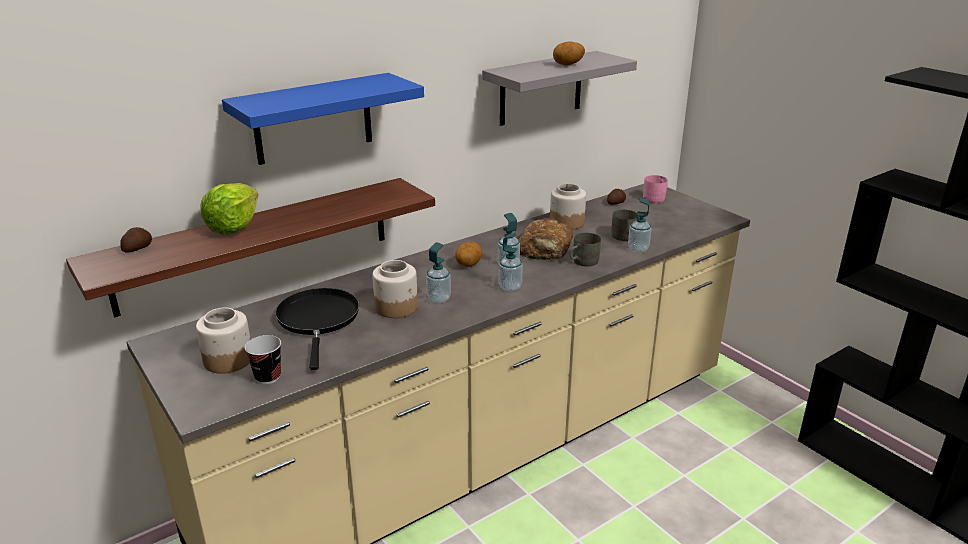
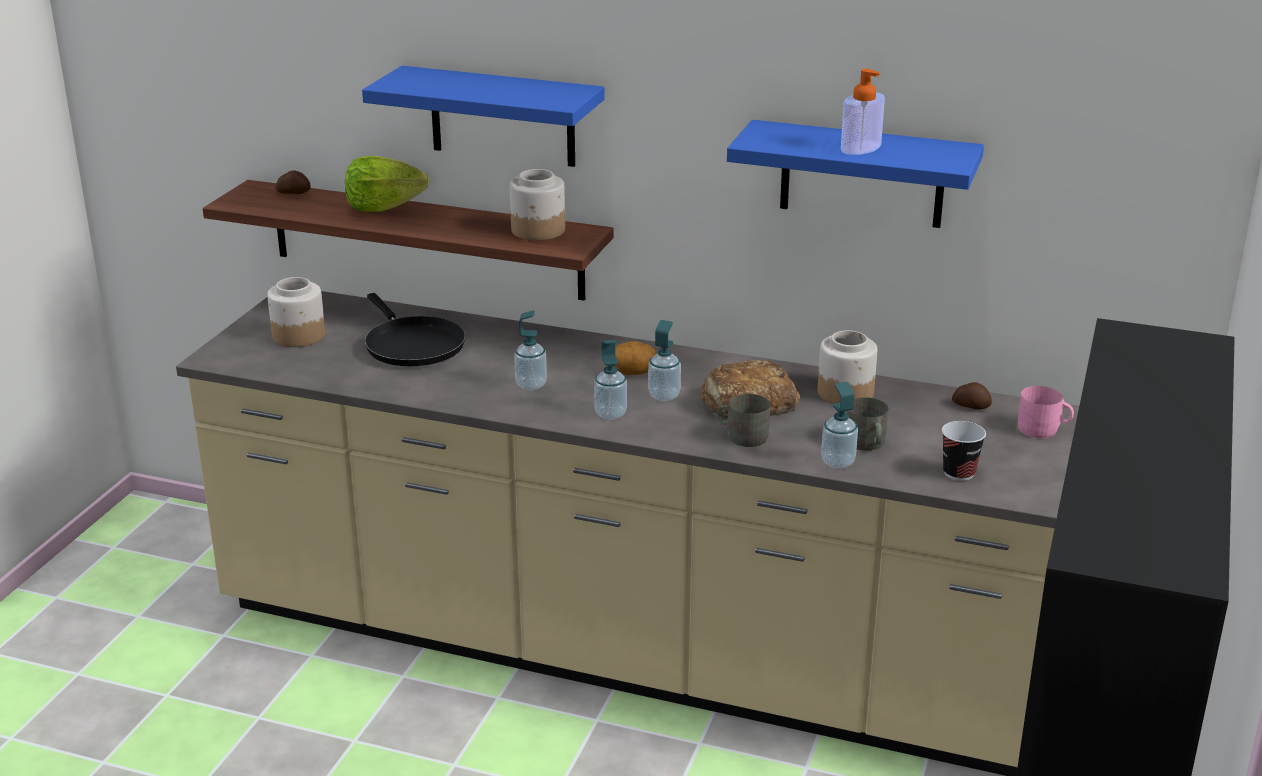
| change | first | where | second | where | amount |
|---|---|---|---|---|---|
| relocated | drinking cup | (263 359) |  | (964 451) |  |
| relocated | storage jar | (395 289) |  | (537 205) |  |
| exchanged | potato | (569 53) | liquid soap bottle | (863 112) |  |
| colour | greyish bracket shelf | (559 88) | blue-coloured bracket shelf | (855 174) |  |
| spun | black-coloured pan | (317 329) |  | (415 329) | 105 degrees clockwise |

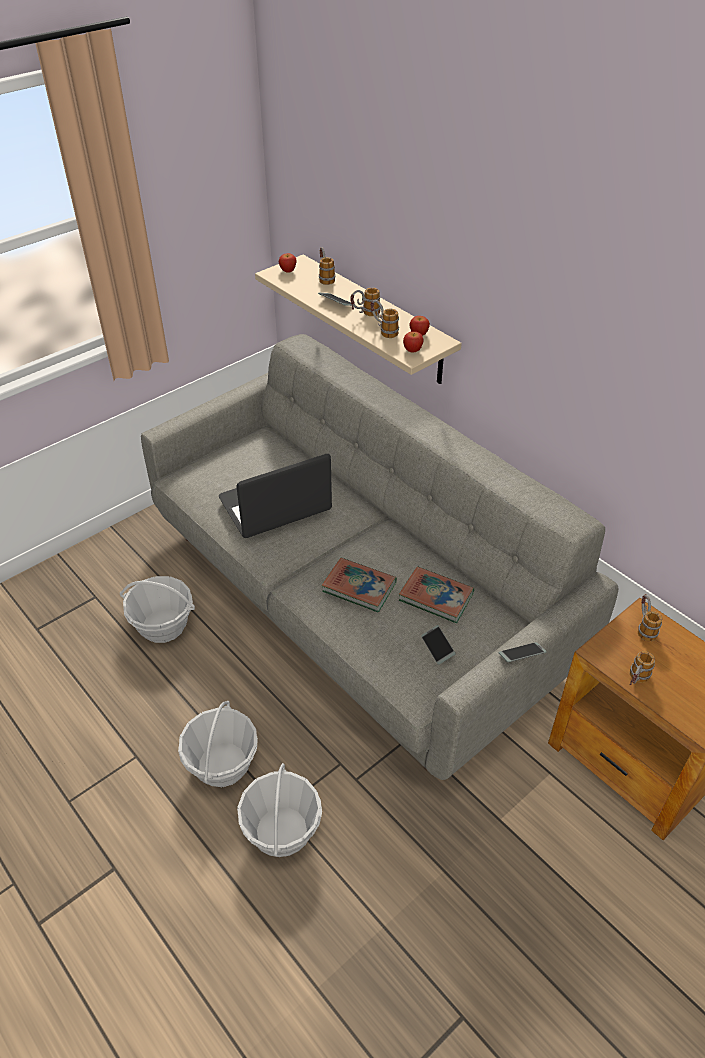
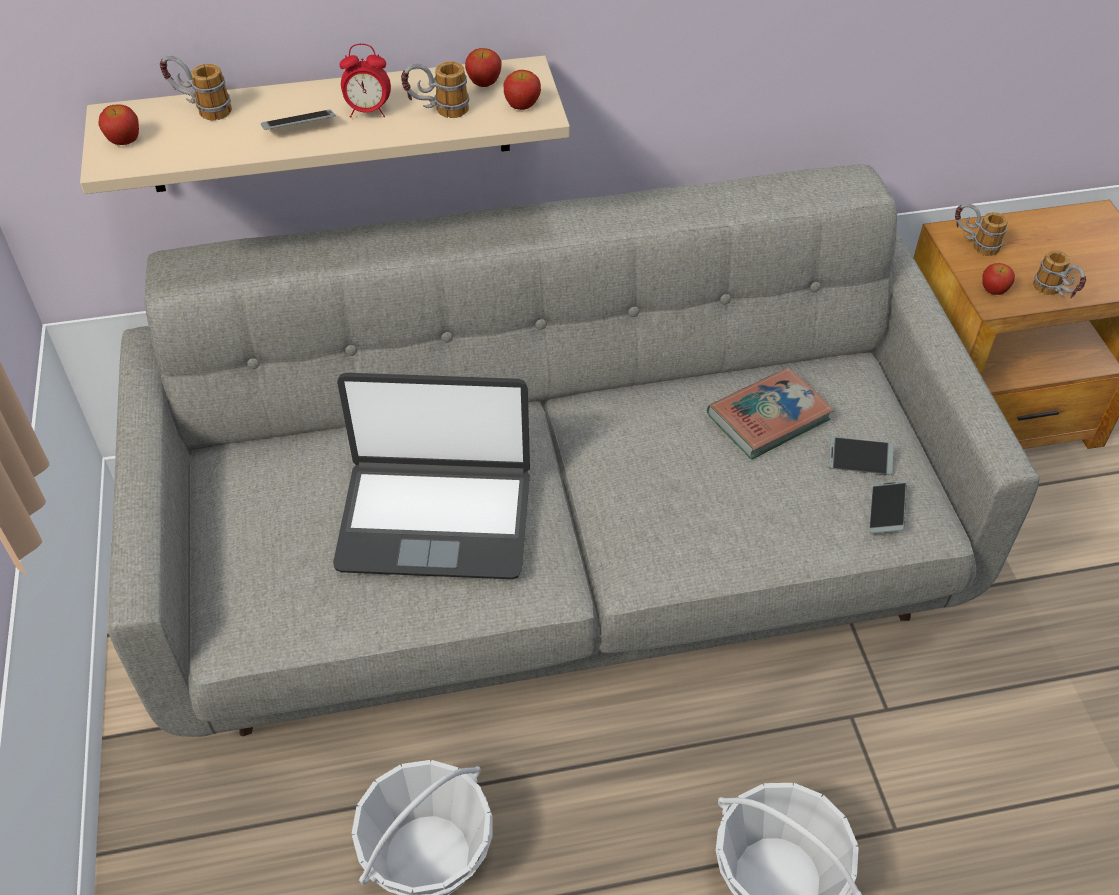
| change | first | where | second | where | amount |
|---|---|---|---|---|---|
| missing | basket | (279 810) |  |  |  |
| missing | volume | (359 585) |  |  |  |
| appeared |  |  | apple fruit | (998 279) |  |
| relocated | phone | (522 652) |  | (888 507) |  |
| exchanged | coffee mug | (365 302) | table clock | (365 81) |  |
| spun | notebook computer | (275 496) |  | (431 476) | 90 degrees counterclockwise |

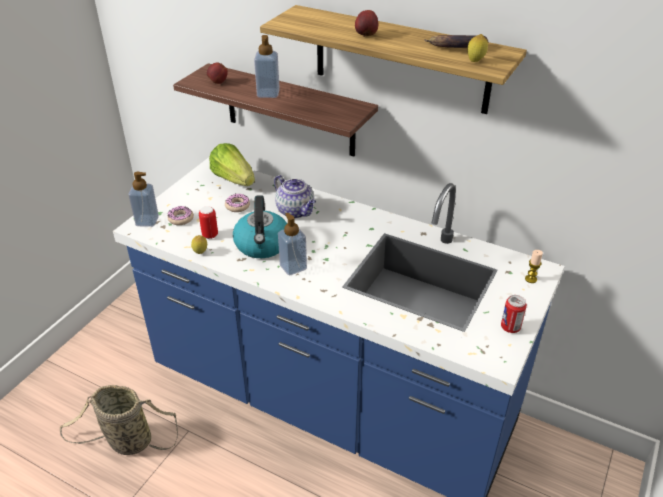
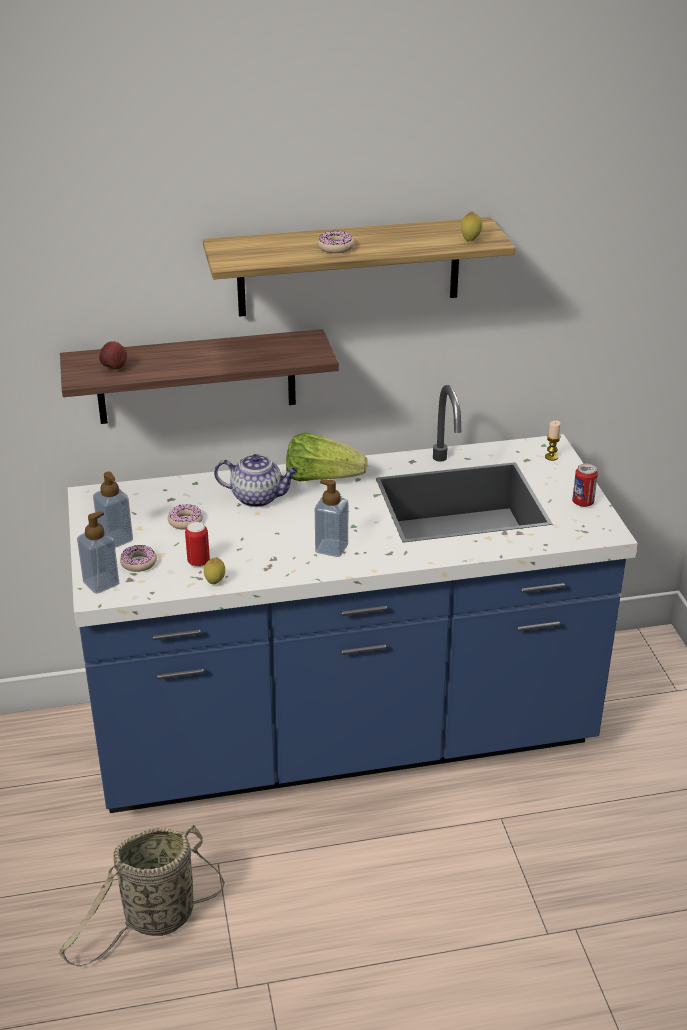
| change | first | where | second | where | amount |
|---|---|---|---|---|---|
| missing | water kettle | (260 226) |  |  |  |
| missing | banana | (456 41) |  |  |  |
| relocated | lettuce head | (232 164) |  | (327 456) |  |
| relocated | liquid soap bottle | (267 66) |  | (113 510) |  |
| exchanged | apple fruit | (366 23) | doughnut | (336 242) |  |

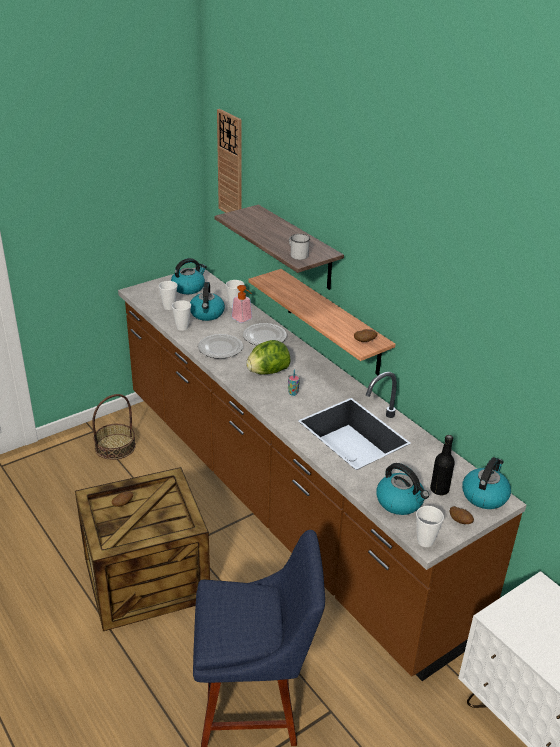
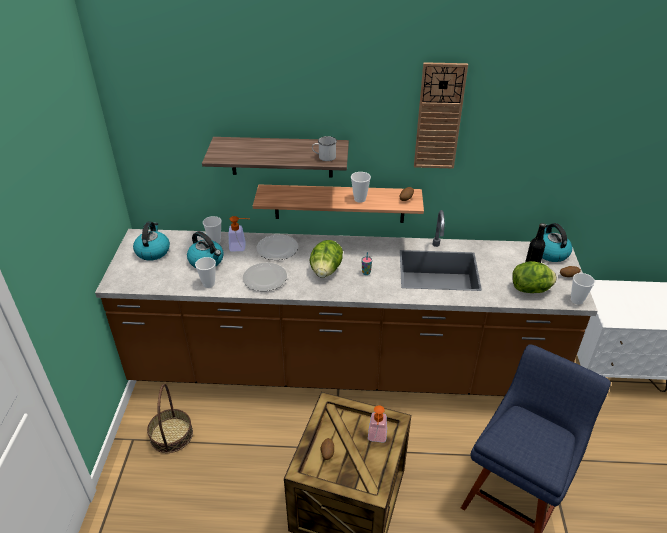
| change | first | where | second | where | amount |
|---|---|---|---|---|---|
| appeared |  |  | liquid soap bottle | (377 424) |  |
| relocated | drinking cup | (168 295) |  | (361 187) |  |
| relocated | clock on the wall | (229 161) |  | (441 115) |  |
| exchanged | water kettle | (402 489) | lettuce head | (534 277) |  |

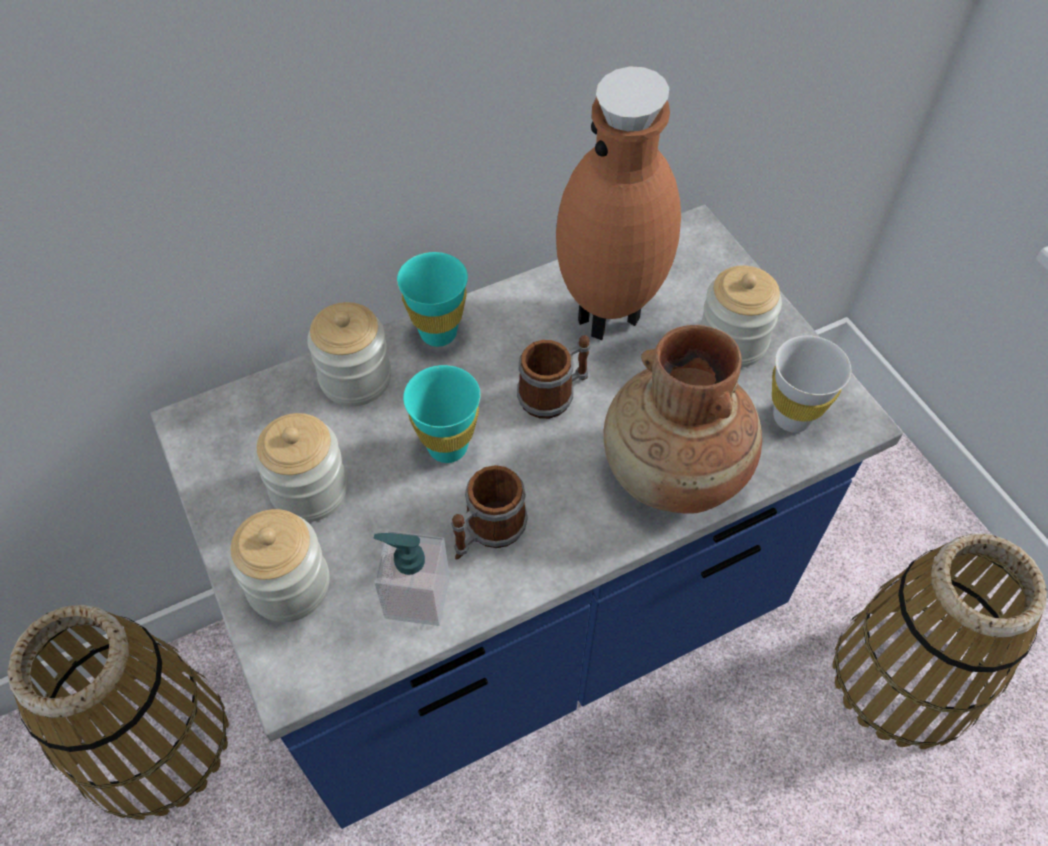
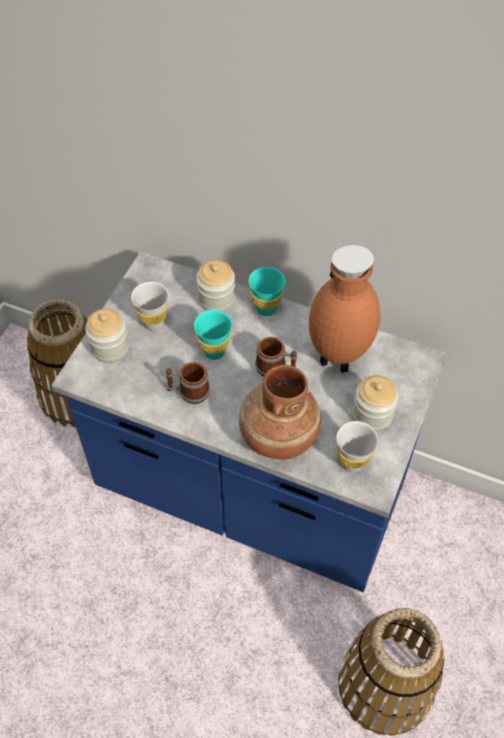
| change | first | where | second | where | amount |
|---|---|---|---|---|---|
| missing | liquid soap bottle | (411 578) |  |  |  |
| exchanged | storage jar | (301 467) | white-coloured drinking cup | (150 306) |  |

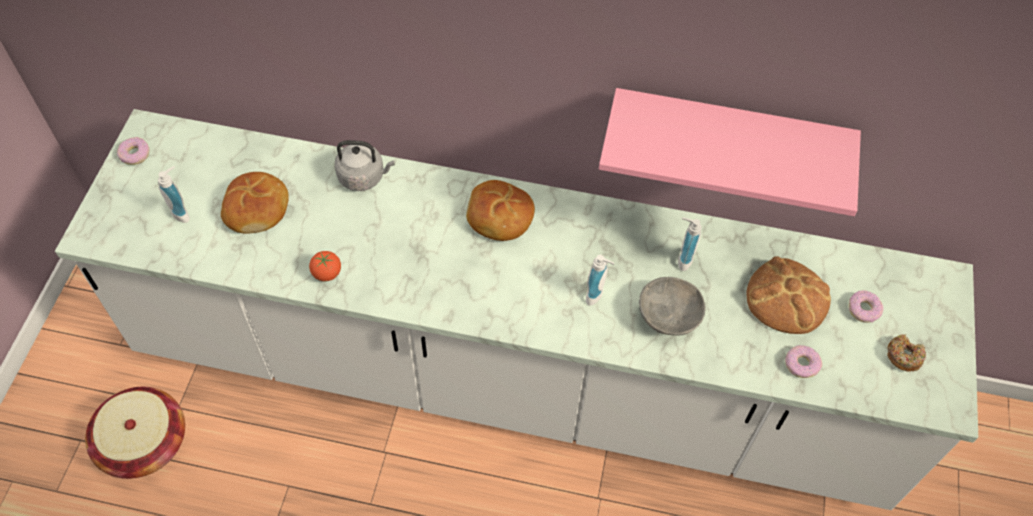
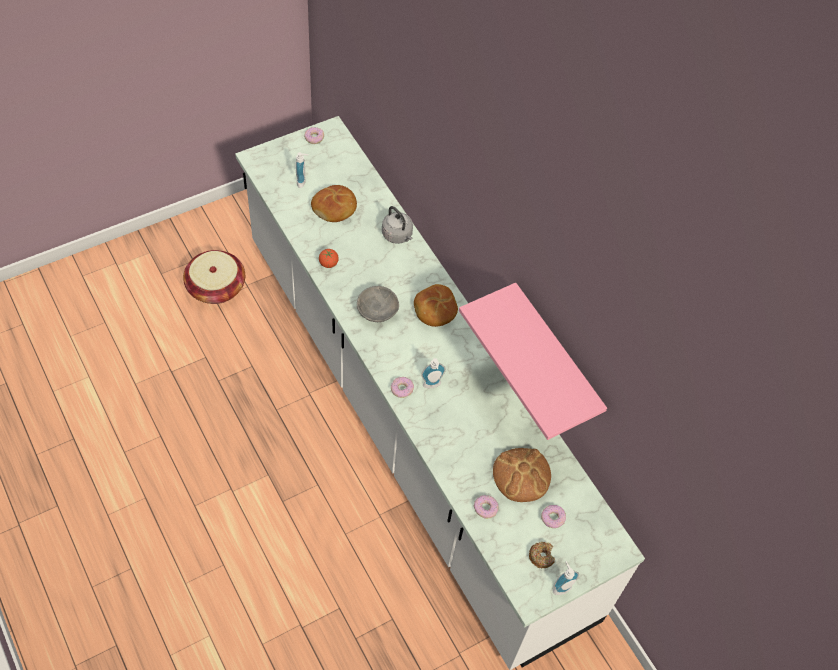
| change | first | where | second | where | amount |
|---|---|---|---|---|---|
| appeared |  |  | doughnut | (402 387) |  |
| relocated | greyish deep dish | (672 306) |  | (378 304) |  |
| relocated | liquid soap bottle | (690 244) |  | (566 578) |  |

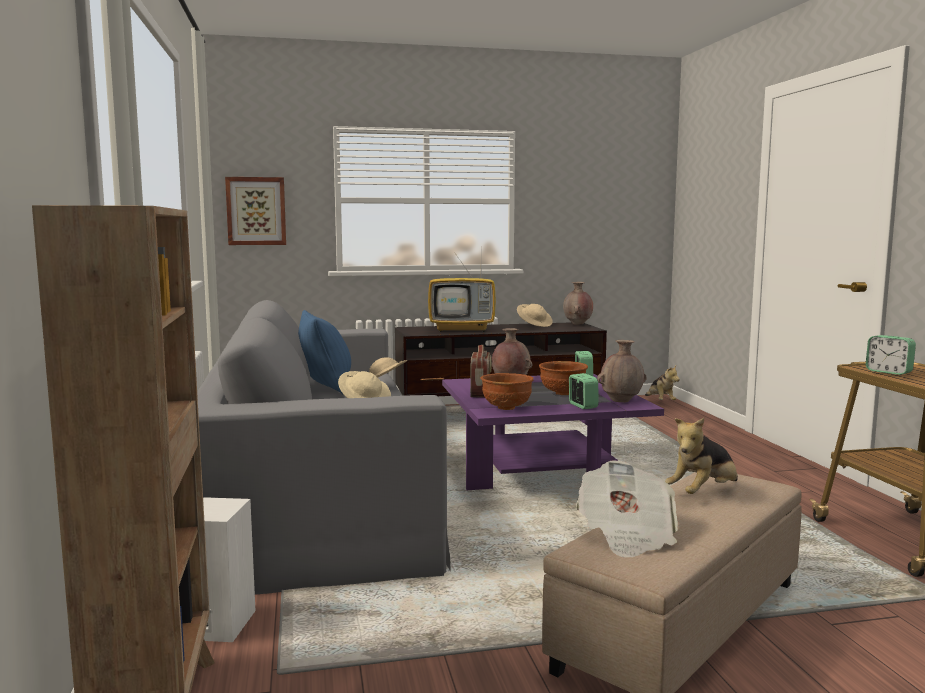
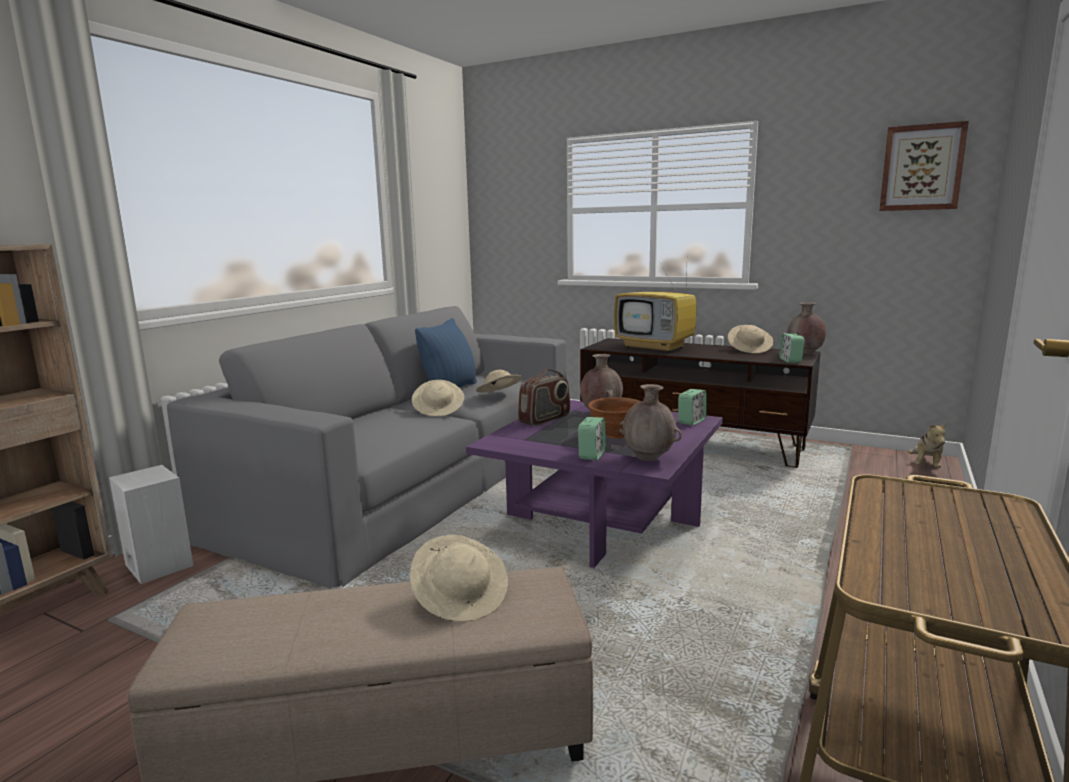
| change | first | where | second | where | amount |
|---|---|---|---|---|---|
| missing | brown deep dish | (507 391) |  |  |  |
| missing | daily paper | (627 509) |  |  |  |
| relocated | wall picture | (255 211) |  | (924 166) |  |
| relocated | table clock | (891 355) |  | (792 348) |  |
| exchanged | soft toy | (701 456) | beige-coloured hat | (459 578) |  |

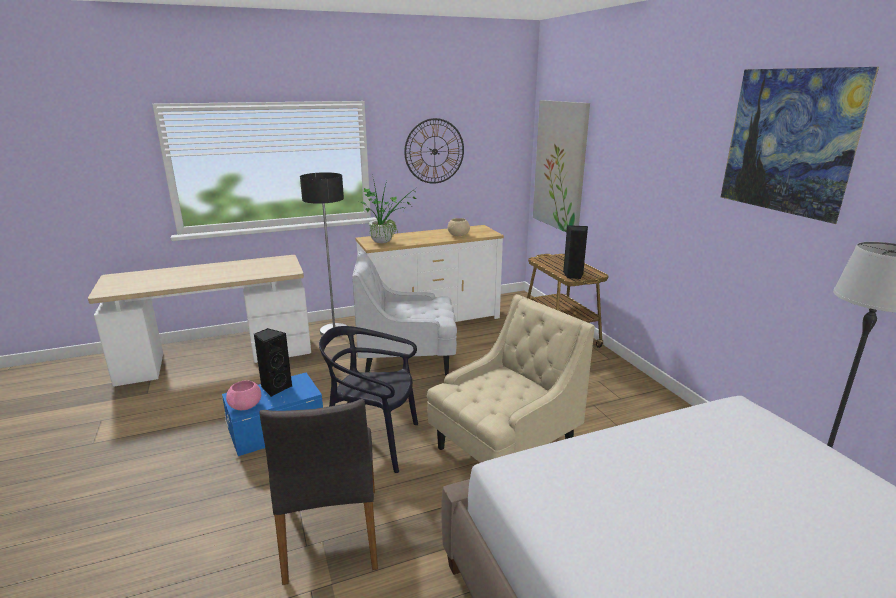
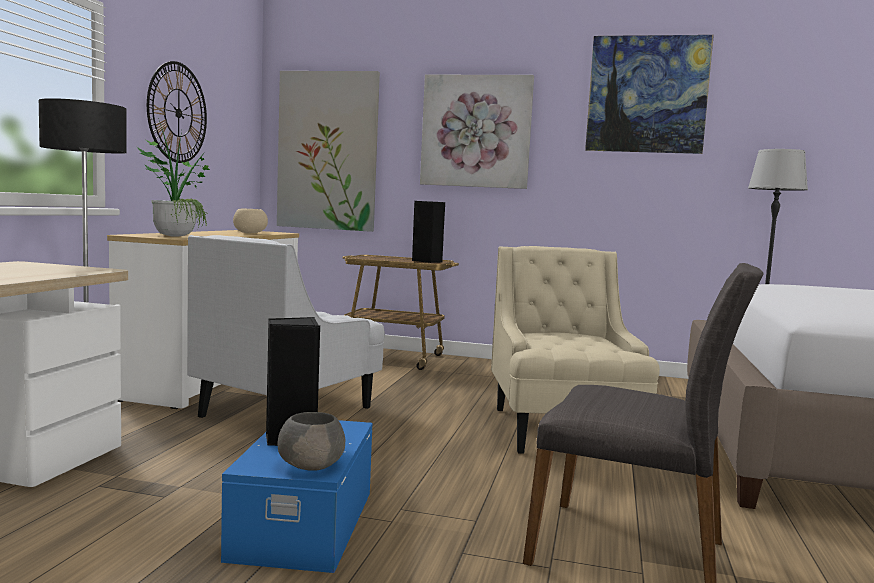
| change | first | where | second | where | amount |
|---|---|---|---|---|---|
| missing | black-coloured upright chair | (368 399) |  |  |  |
| appeared |  |  | wall picture | (477 132) |  |
| colour | pinkish deep dish | (243 395) | greyish deep dish | (311 441) |  |

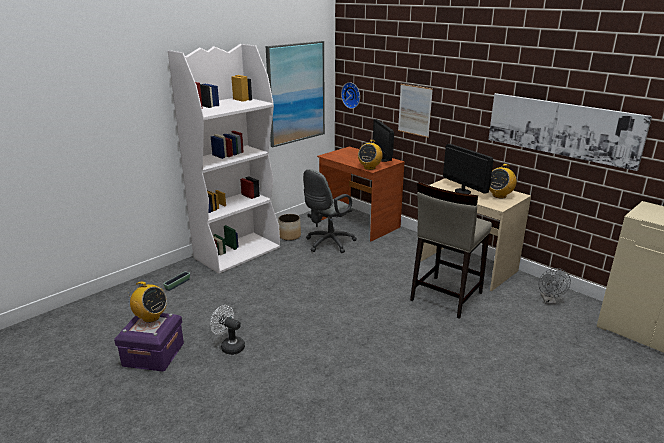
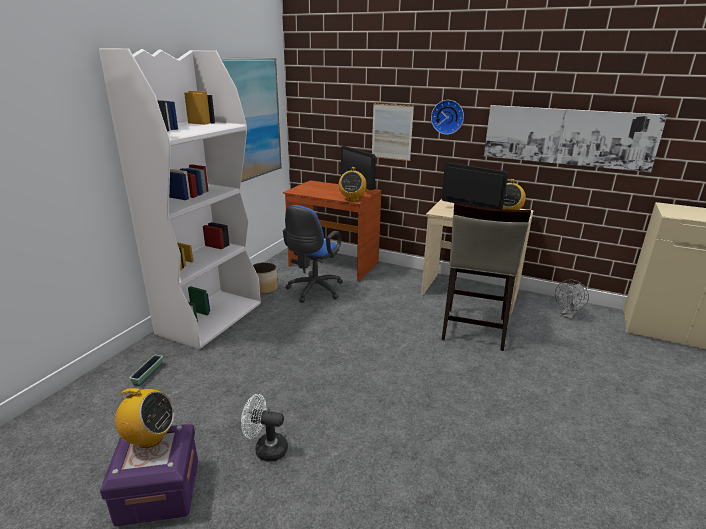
| change | first | where | second | where | amount |
|---|---|---|---|---|---|
| relocated | clock on the wall | (350 95) |  | (447 117) |  |
| colour | greyish office chair | (330 211) | blue-coloured office chair | (313 254) |  |
| spun | greyish electric fan | (555 286) |  | (572 299) | 60 degrees clockwise |

